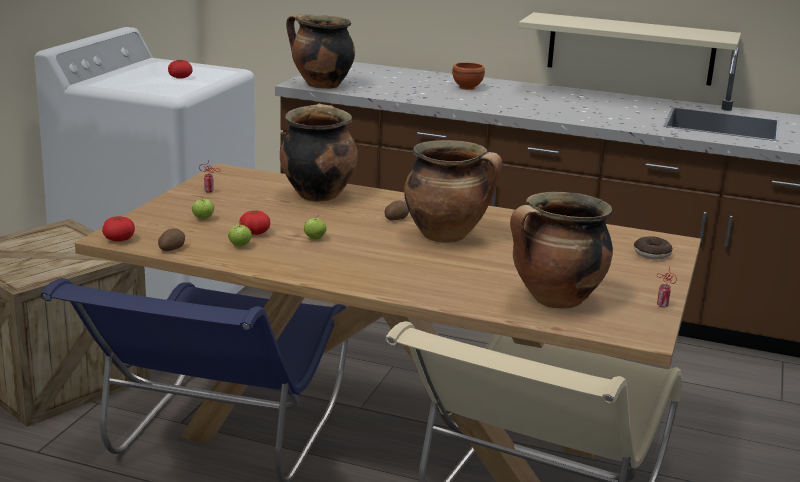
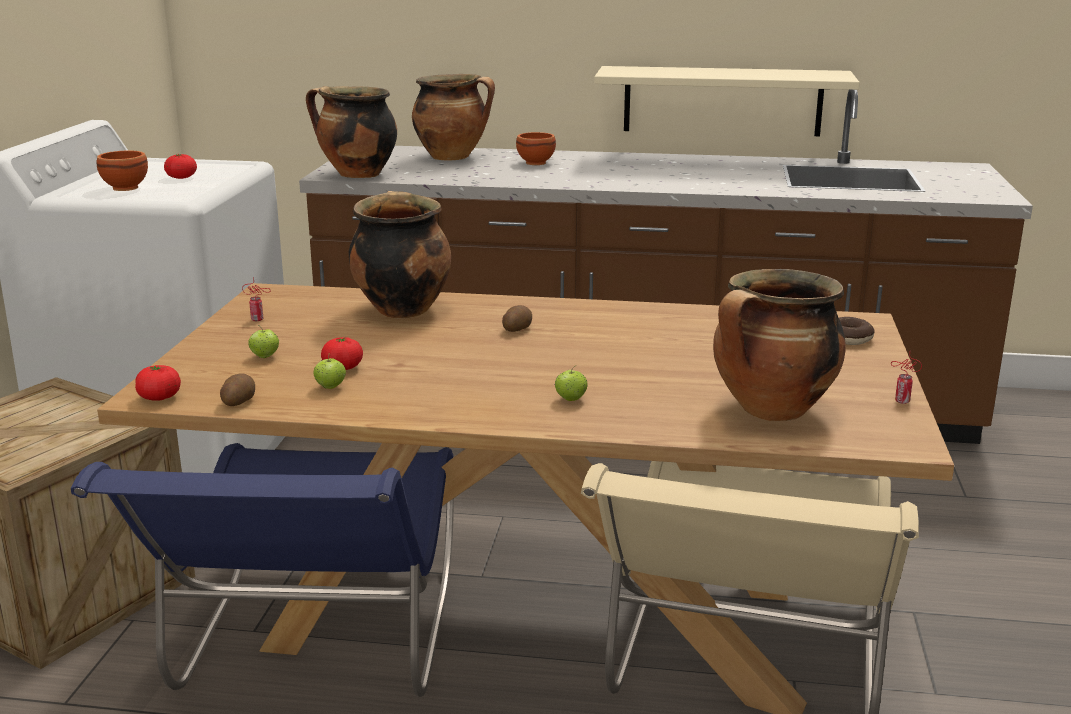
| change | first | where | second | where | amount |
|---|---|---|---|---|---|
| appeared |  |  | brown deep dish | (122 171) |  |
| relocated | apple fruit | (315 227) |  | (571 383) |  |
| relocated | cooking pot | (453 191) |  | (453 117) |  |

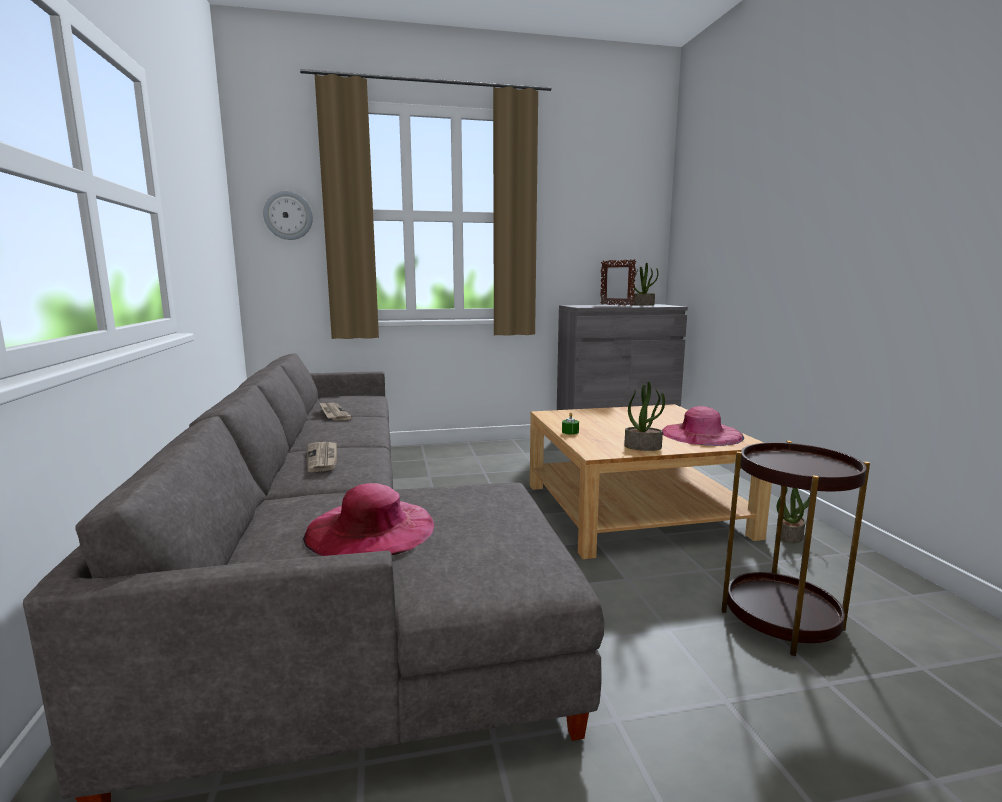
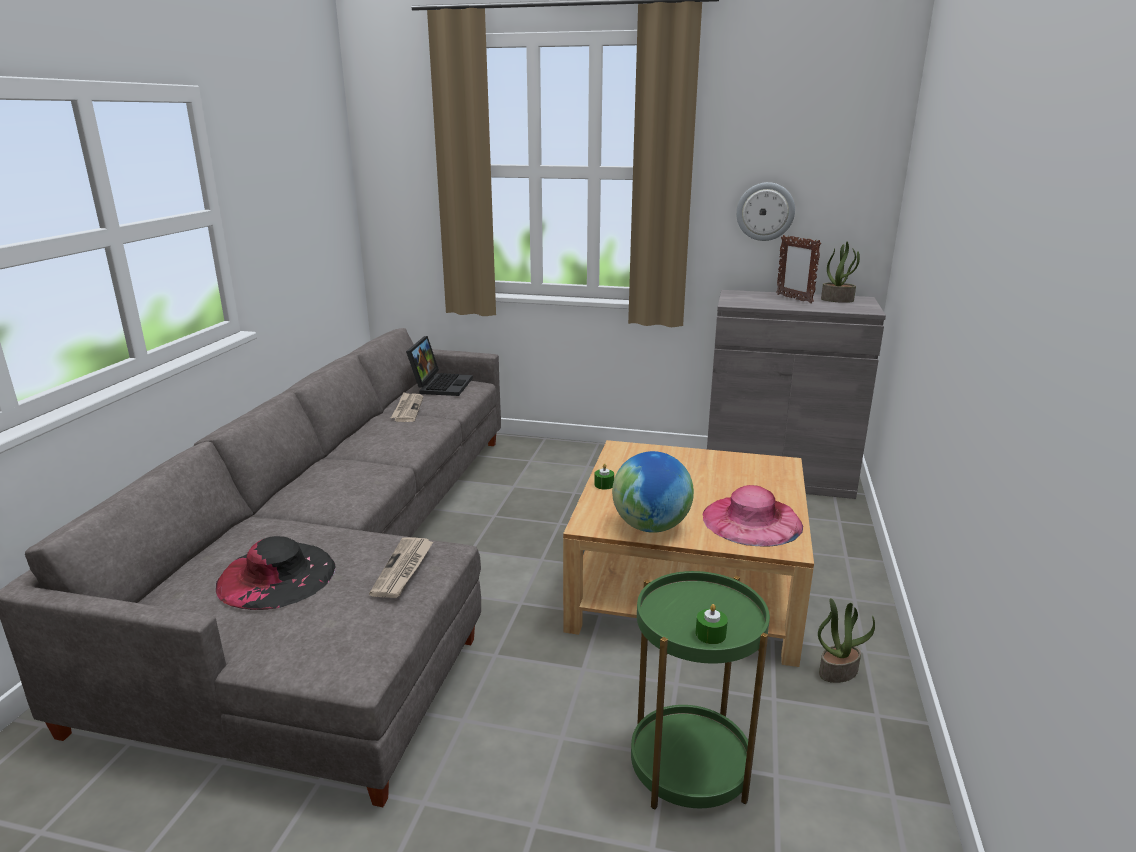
| change | first | where | second | where | amount |
|---|---|---|---|---|---|
| appeared |  |  | notebook computer | (439 366) |  |
| appeared |  |  | greenish wax candle | (712 624) |  |
| relocated | clock on the wall | (288 215) |  | (765 211) |  |
| relocated | daily paper | (322 457) |  | (401 567) |  |
| exchanged | potted plant | (644 416) | world globe | (653 492) |  |
| colour | pinkish hat | (368 519) | black-coloured hat | (276 573) |  |
| colour | brown accent table | (796 548) | greenish accent table | (700 690) |  |

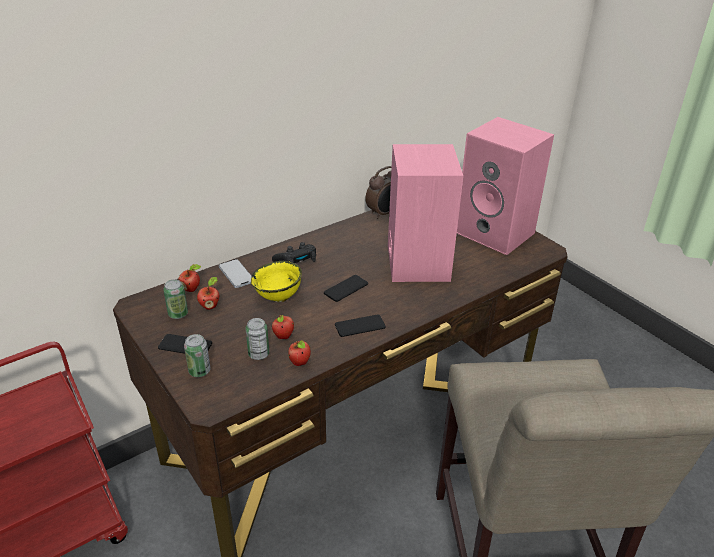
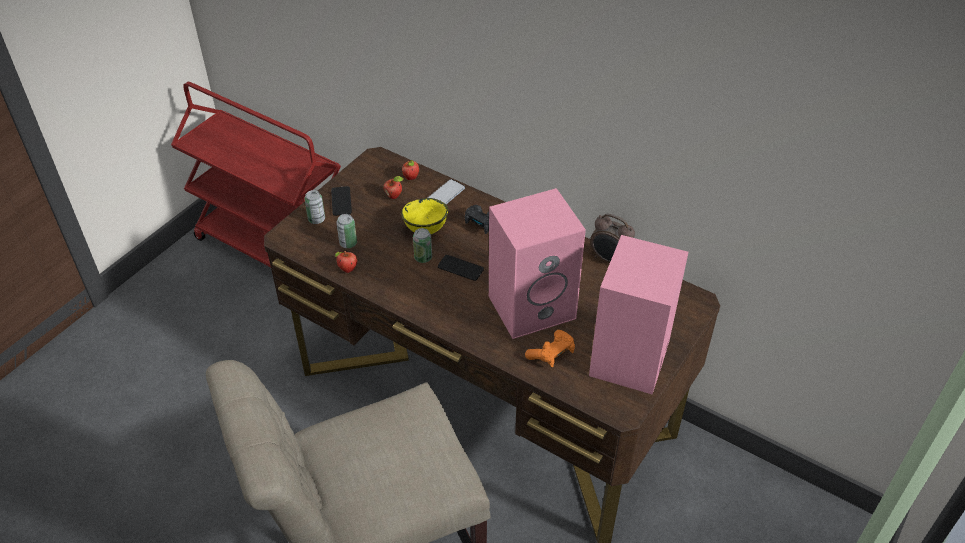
| change | first | where | second | where | amount |
|---|---|---|---|---|---|
| missing | apple fruit | (282 327) |  |  |  |
| missing | phone | (360 325) |  |  |  |
| appeared |  |  | orange gamepad | (550 348) |  |
| relocated | metal can | (175 299) |  | (422 245) |  |

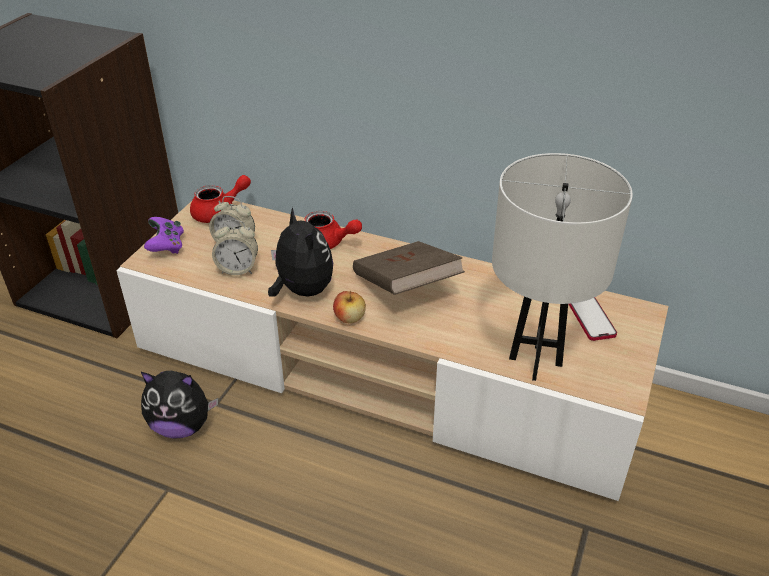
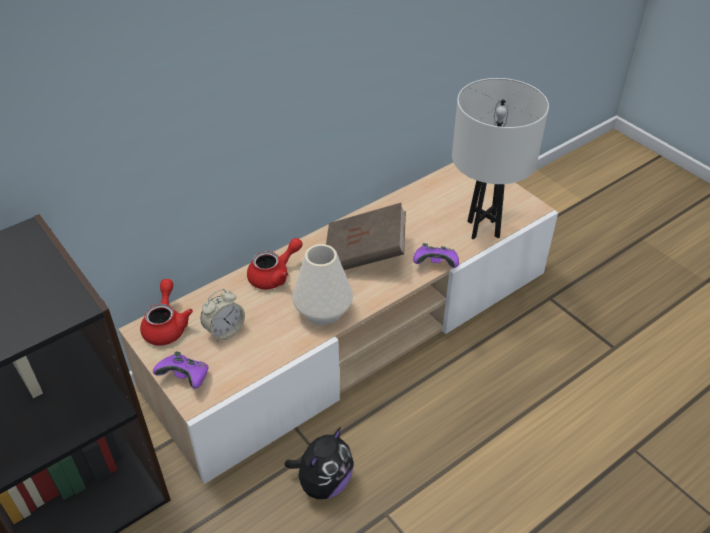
| change | first | where | second | where | amount |
|---|---|---|---|---|---|
| missing | table clock | (235 247) |  |  |  |
| missing | apple fruit | (349 306) |  |  |  |
| missing | phone | (593 319) |  |  |  |
| appeared |  |  | purple-coloured gamepad | (436 255) |  |
| exchanged | soft toy | (300 252) | white-coloured vase | (322 284) |  |

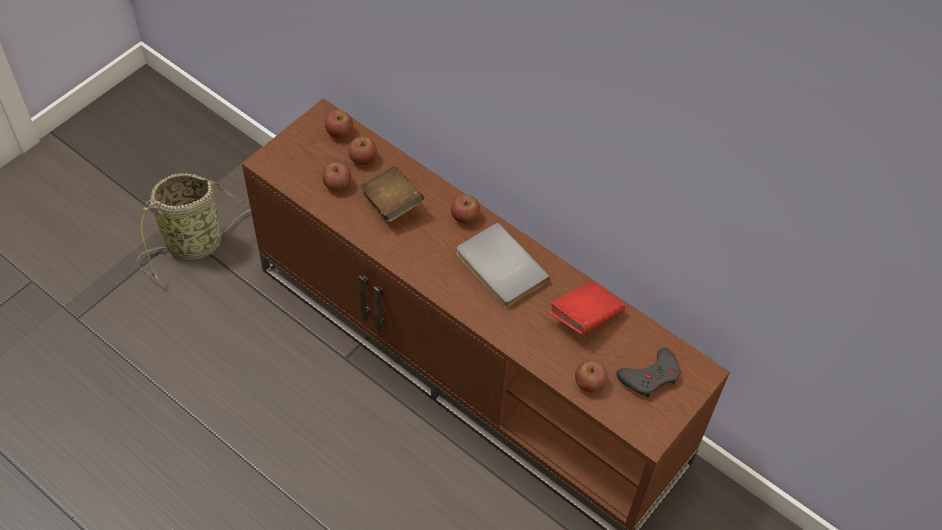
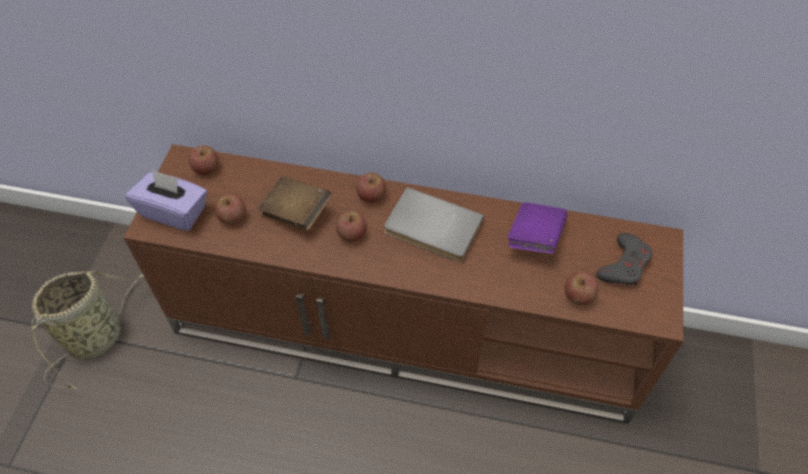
| change | first | where | second | where | amount |
|---|---|---|---|---|---|
| appeared |  |  | purple-coloured box of tissues | (166 200) |  |
| relocated | apple fruit | (362 151) |  | (351 226) |  |
| colour | red-coloured volume | (587 307) | purple-coloured volume | (537 228) |  |

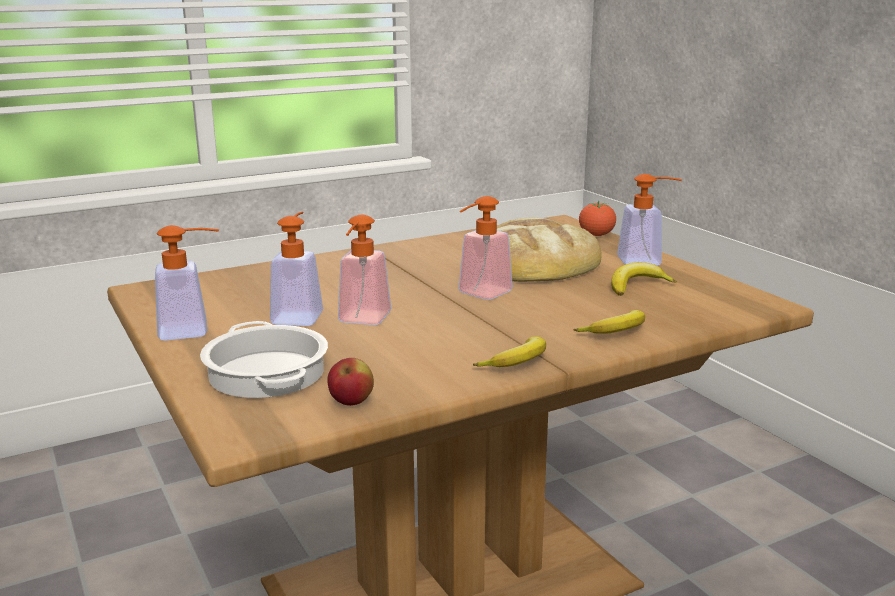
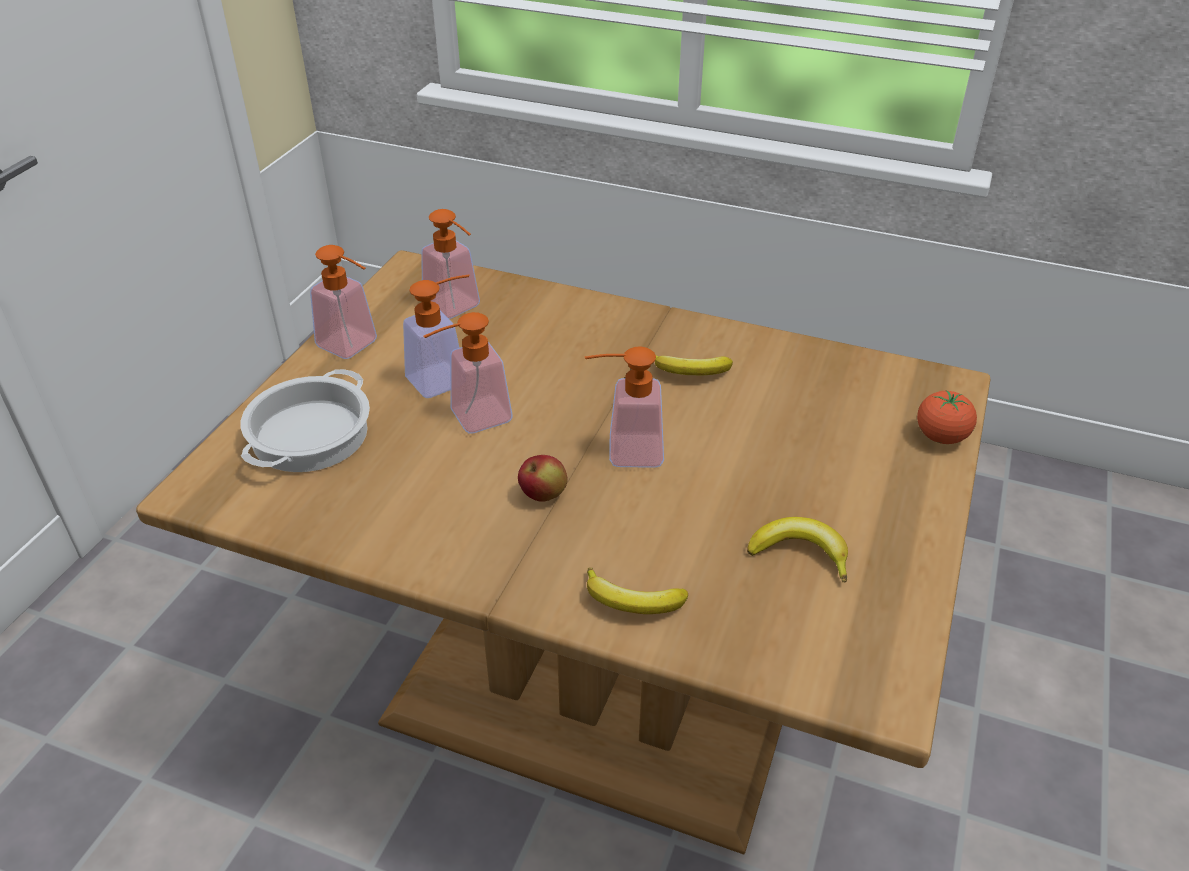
| change | first | where | second | where | amount |
|---|---|---|---|---|---|
| missing | baked bread | (549 249) |  |  |  |
| relocated | apple fruit | (350 382) |  | (543 478) |  |
| relocated | banana | (509 351) |  | (694 365) |  |
| relocated | liquid soap bottle | (649 220) |  | (450 264) |  |

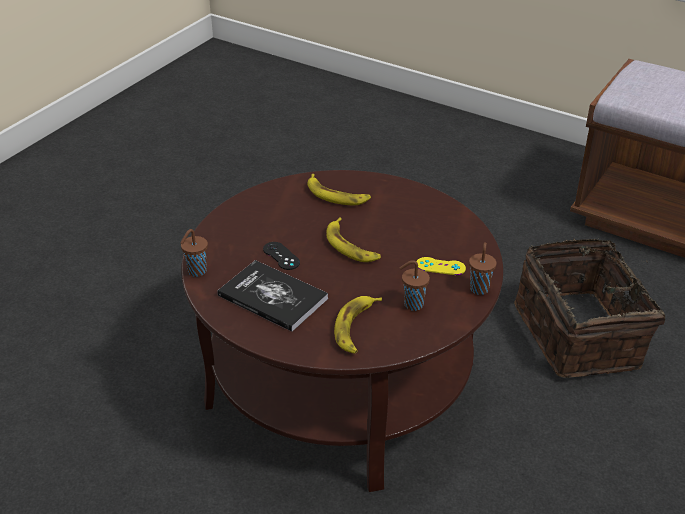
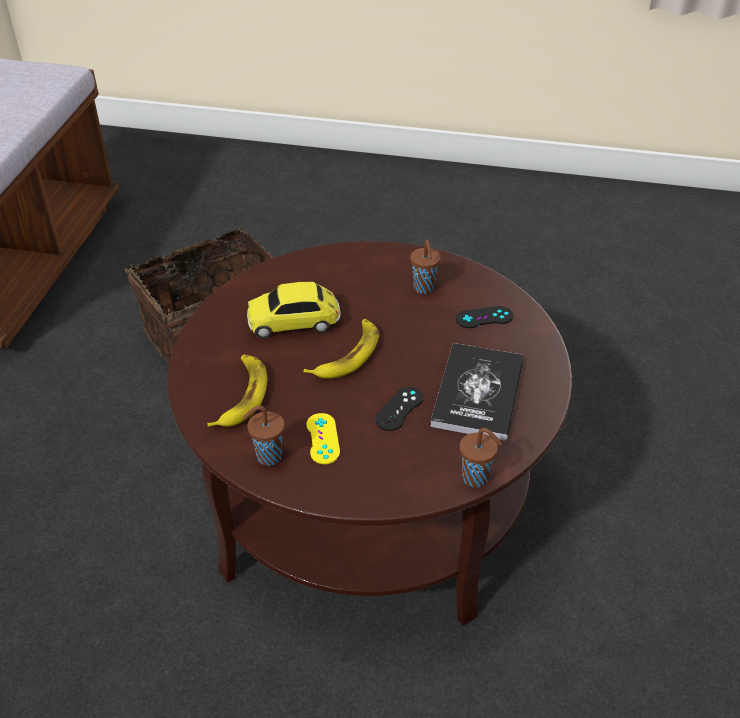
| change | first | where | second | where | amount |
|---|---|---|---|---|---|
| appeared |  |  | model car | (294 310) |  |
| relocated | yellowish gamepad | (441 266) |  | (323 438) |  |
| relocated | brown drinking cup | (482 268) |  | (263 436) |  |
| exchanged | banana | (358 325) | black-coloured gamepad | (484 317) |  |

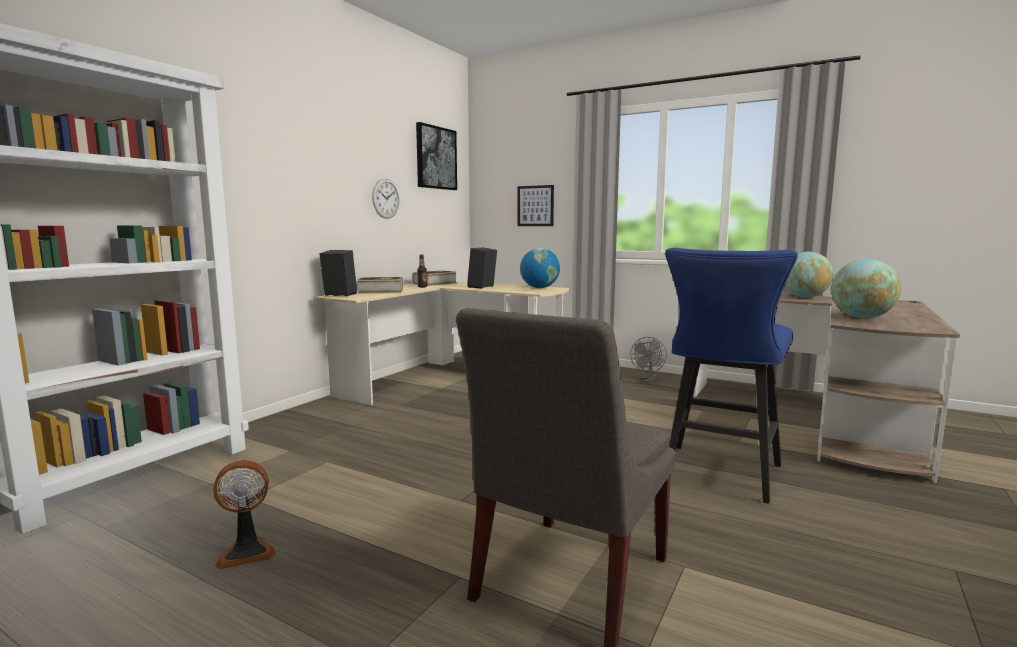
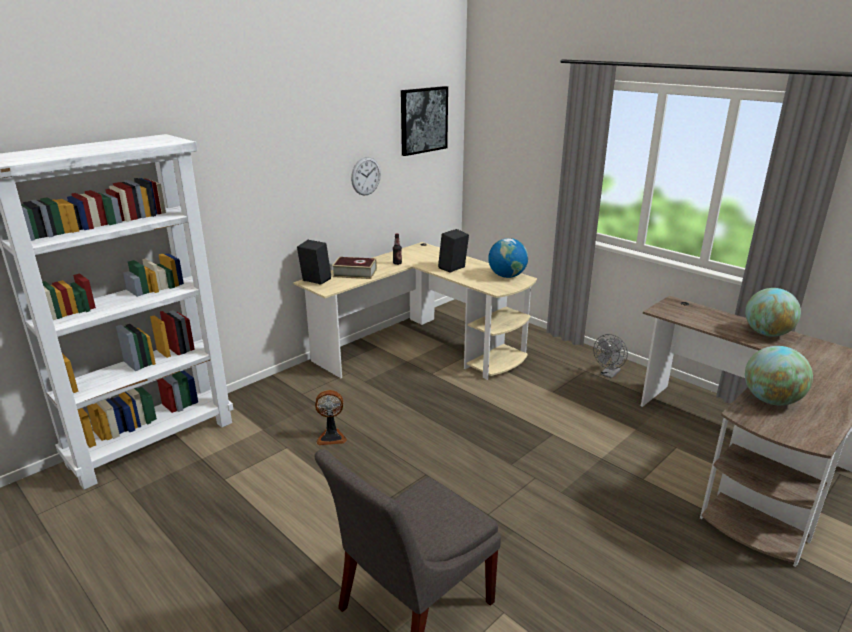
| change | first | where | second | where | amount |
|---|---|---|---|---|---|
| missing | volume | (435 278) |  |  |  |
| missing | wall picture | (535 205) |  |  |  |
| missing | blue-coloured stool seat | (731 376) |  |  |  |
| relocated | electric fan | (244 514) |  | (331 417) |  |

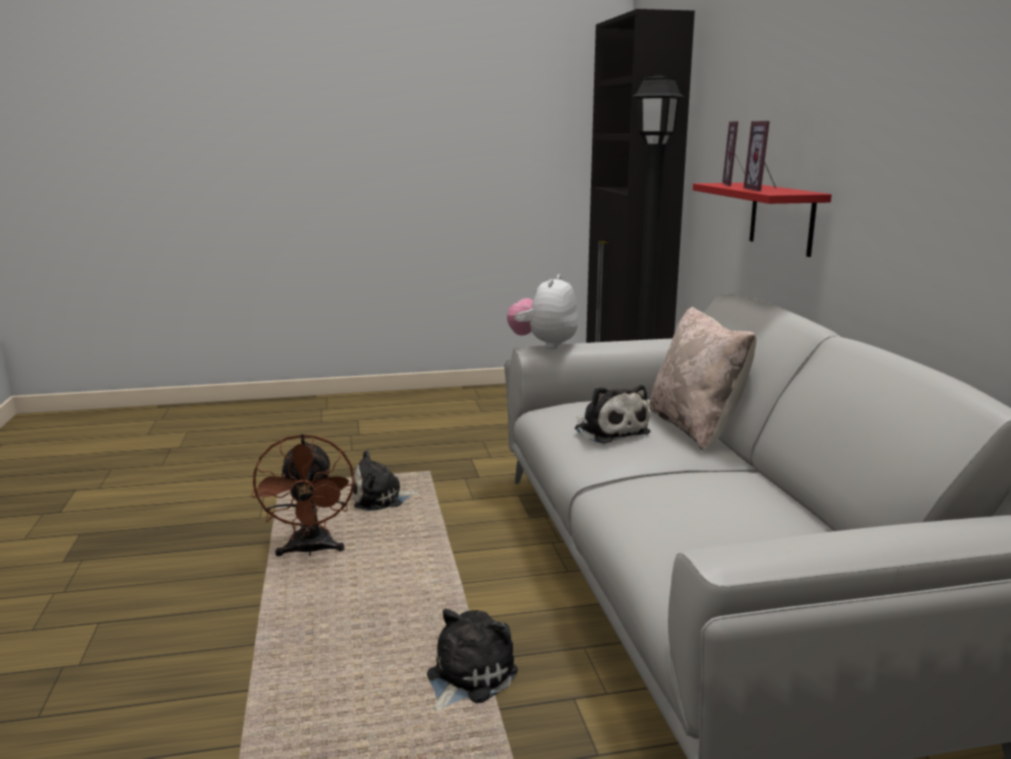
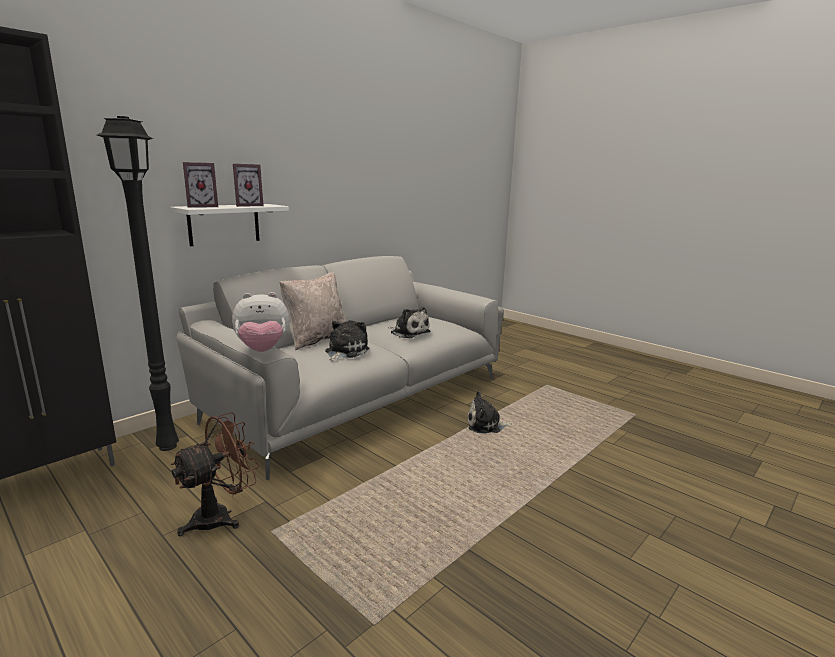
| change | first | where | second | where | amount |
|---|---|---|---|---|---|
| relocated | brown electric fan | (303 495) |  | (215 474) |  |
| relocated | soft toy | (386 480) |  | (409 322) |  |
| colour | red-coloured bracket shelf | (762 220) | white-coloured bracket shelf | (229 225) |  |

